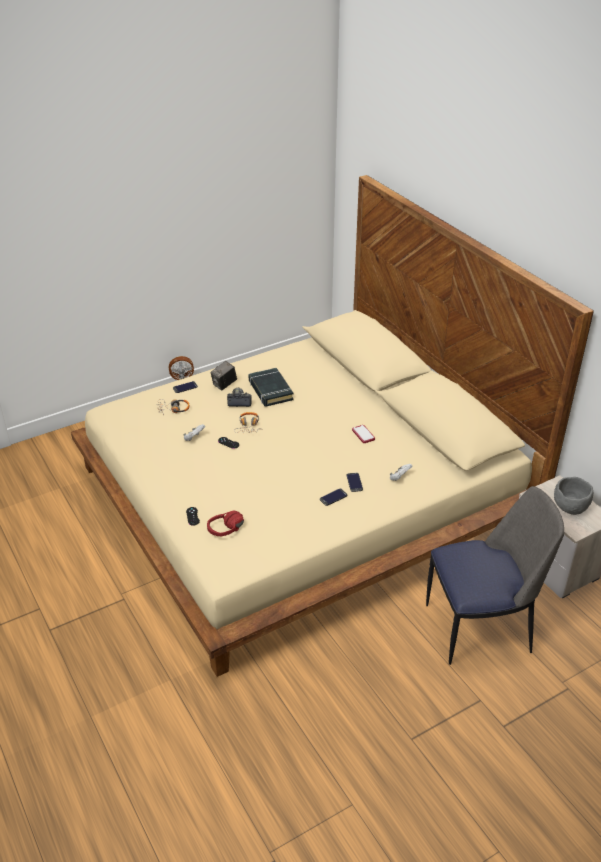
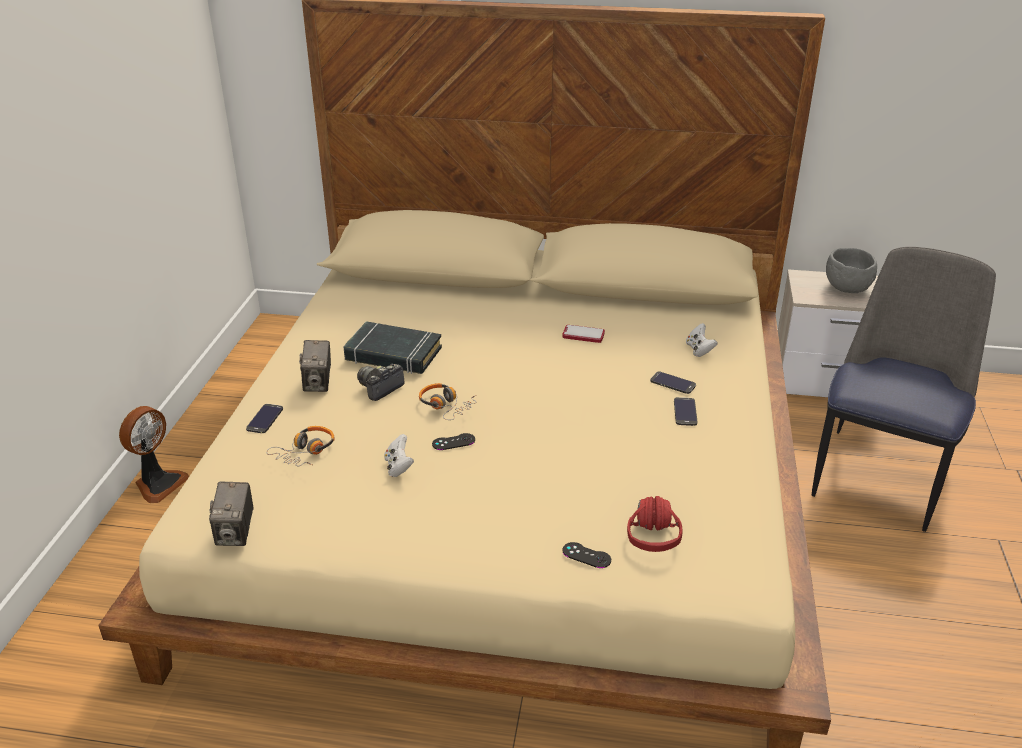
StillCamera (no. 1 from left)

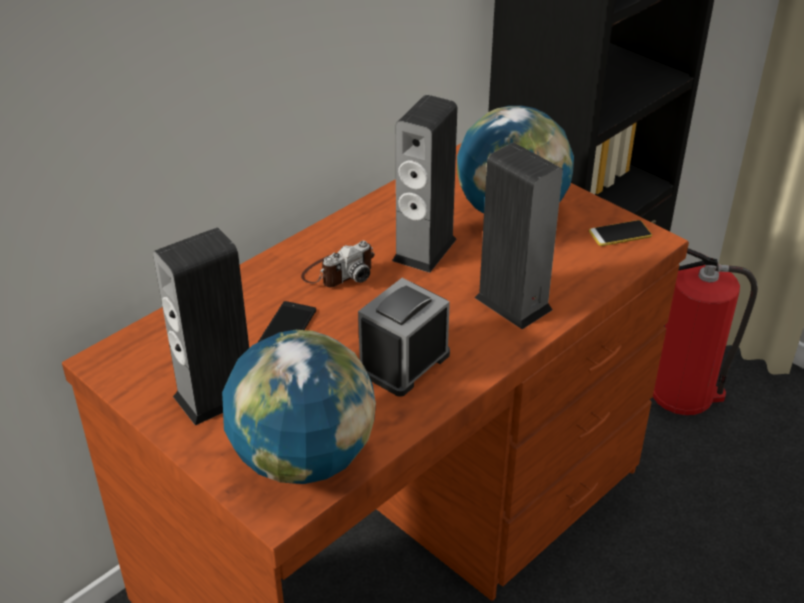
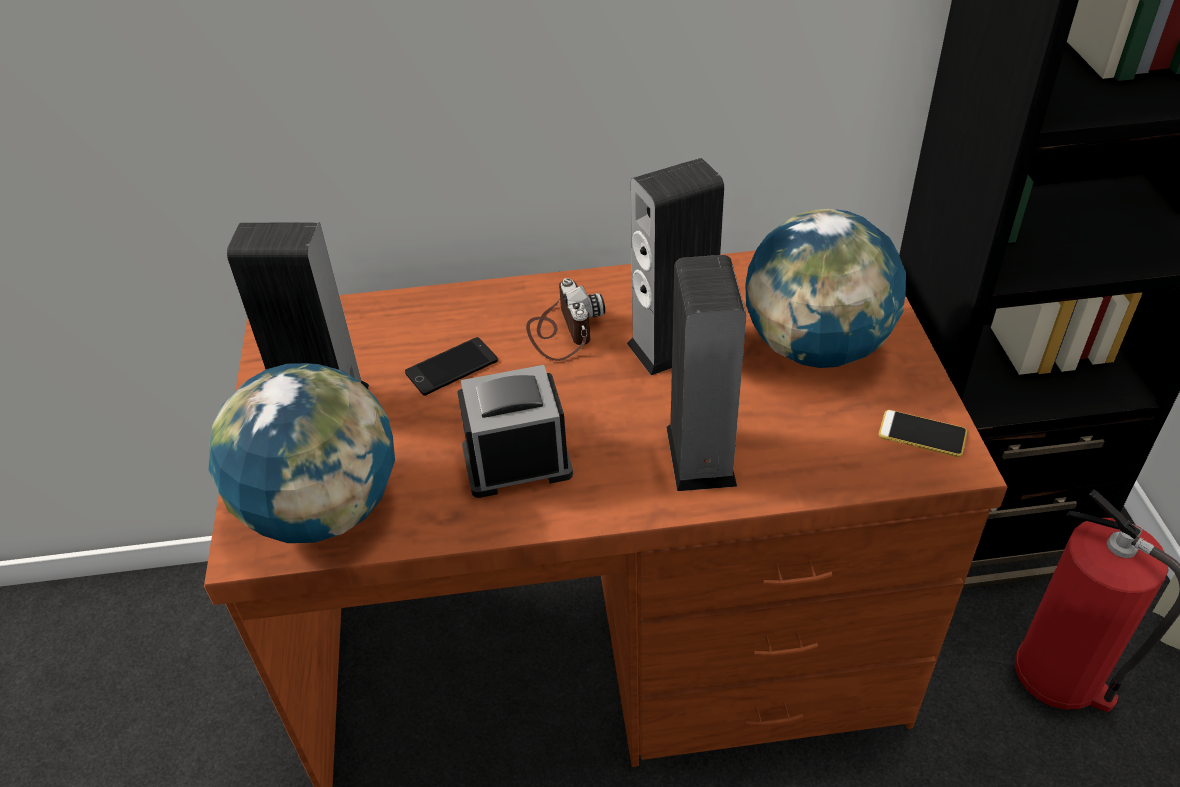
StillCamera

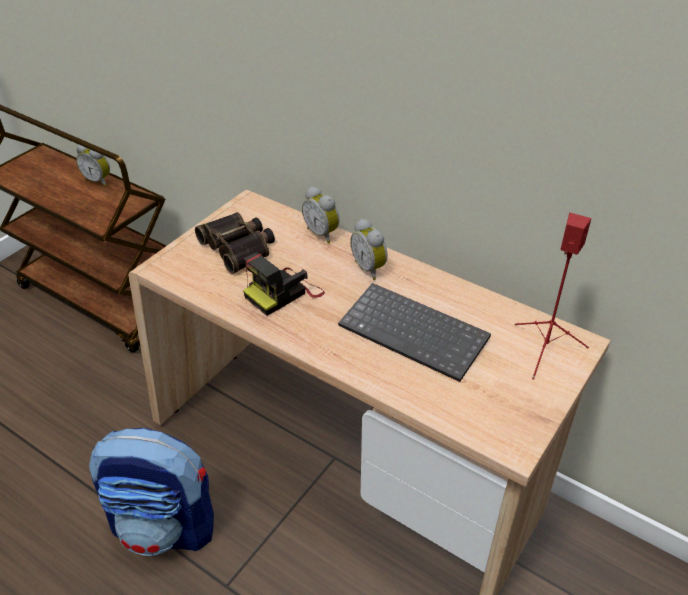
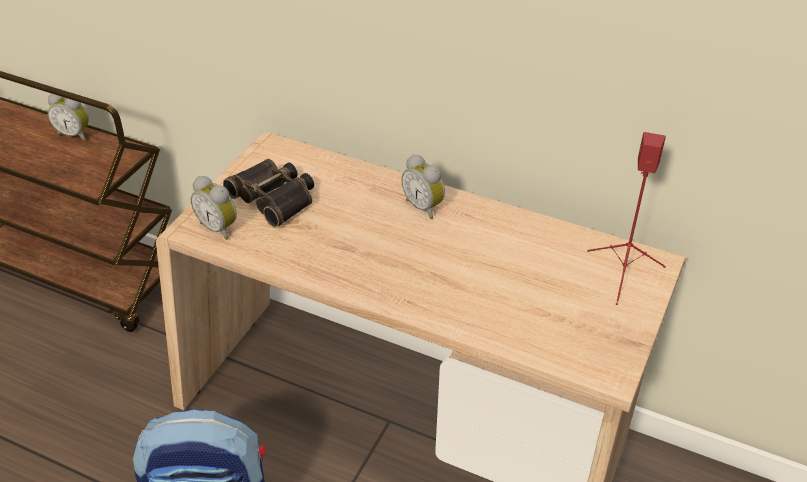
AlarmClock (no. 2 from left); StillCamera; PcKeyboard

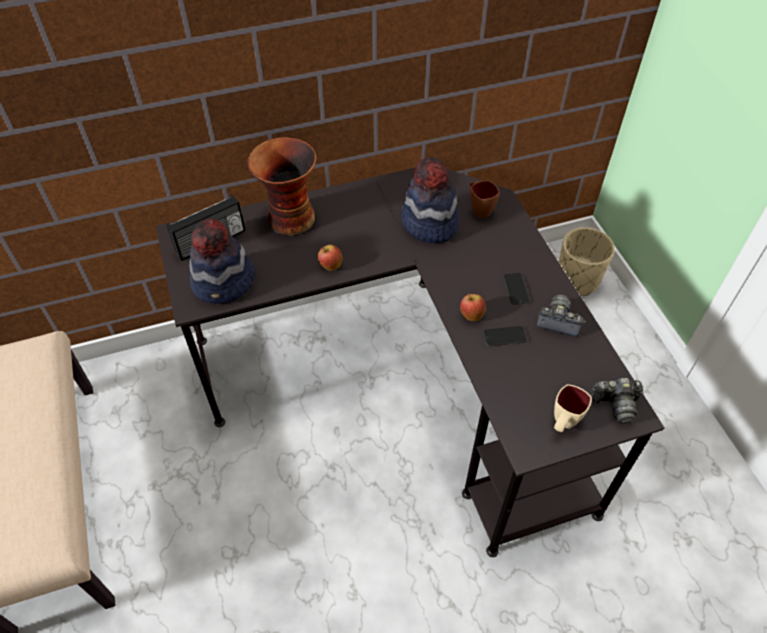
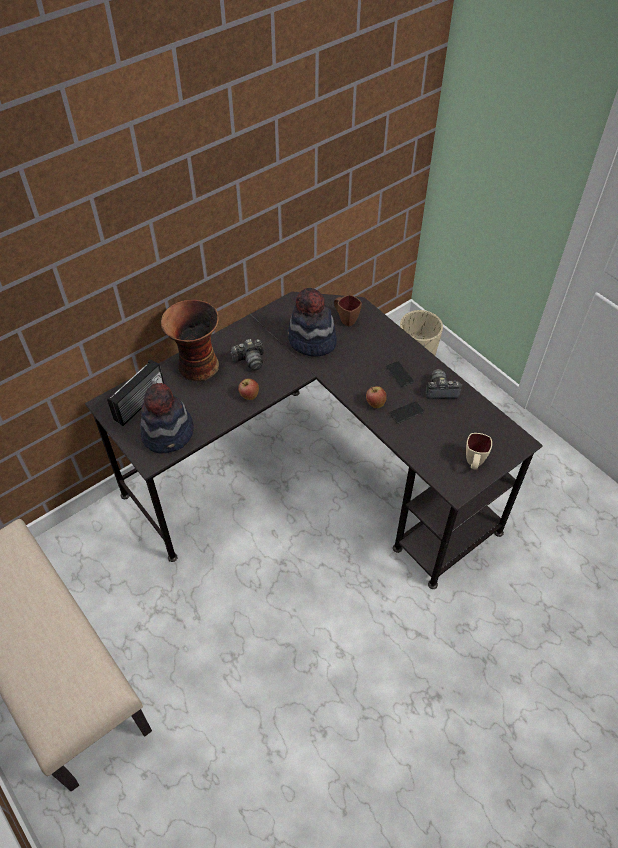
StillCamera (no. 1 from left)

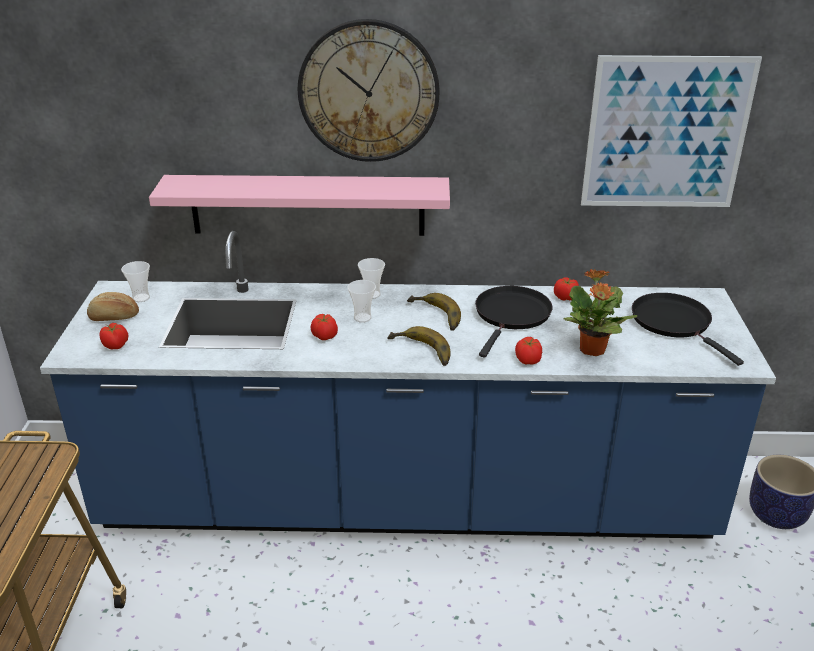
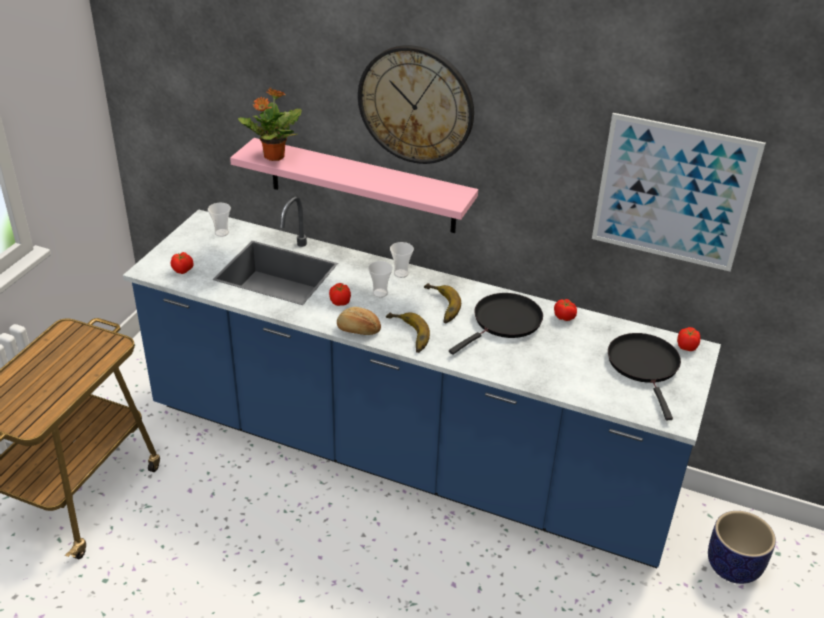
PottedPlant; BakeryBread; WholeTomato (no. 4 from left)

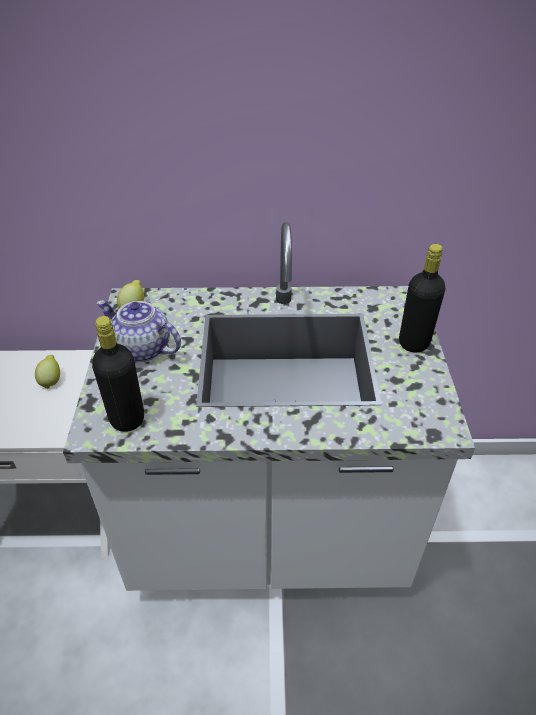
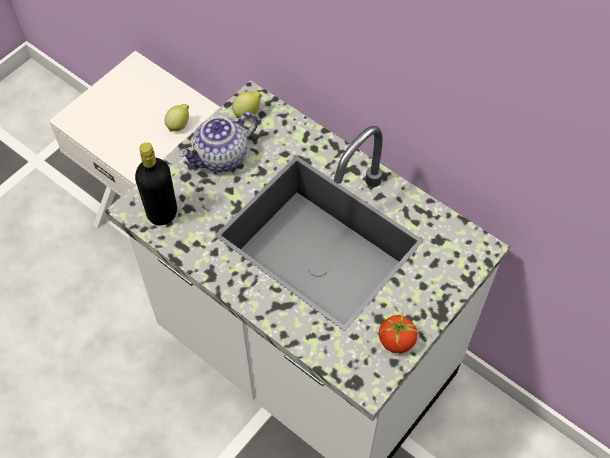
PotForTea; WholeTomato; BlackishBeverageBottle (no. 2 from left in the first image)

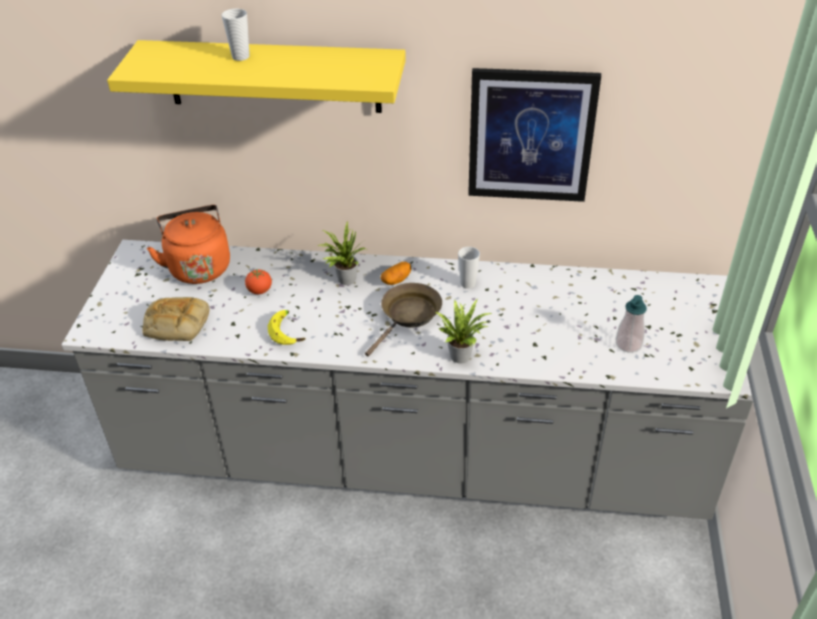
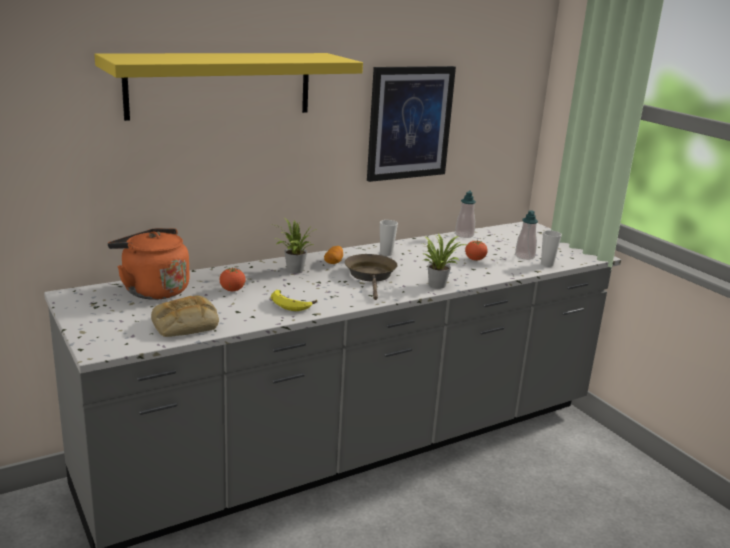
SoapDispenser (no. 1 from left); WholeTomato (no. 2 from left); SmallCup (no. 2 from left)

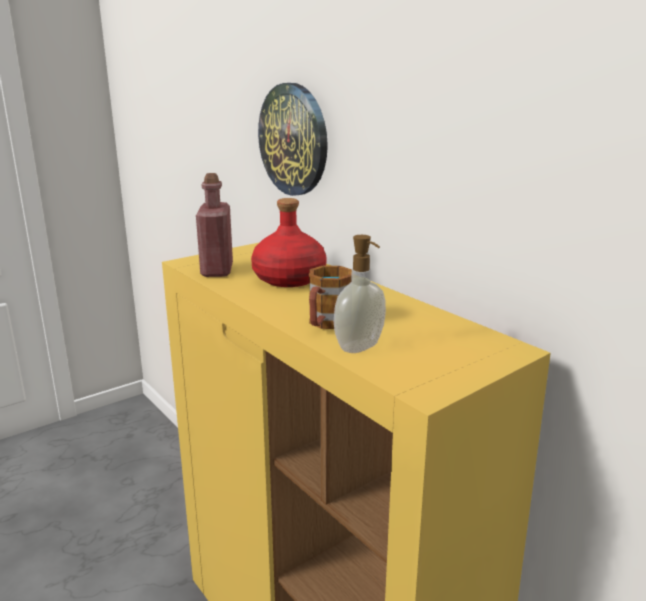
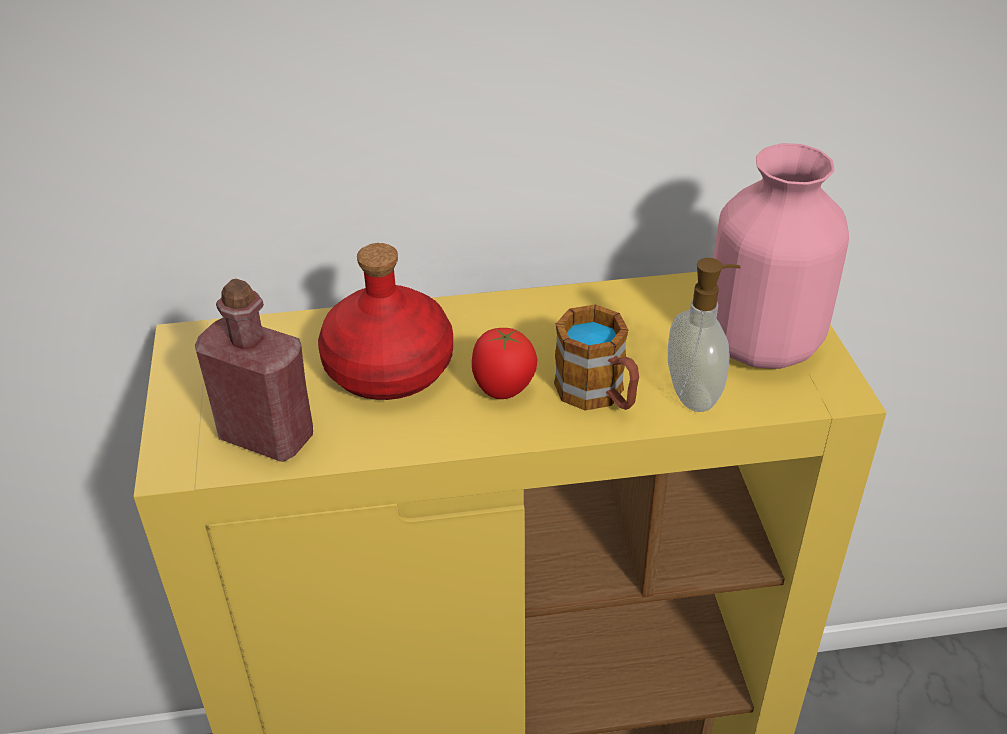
WholeTomato; PinkFlowerVase; HangingClock

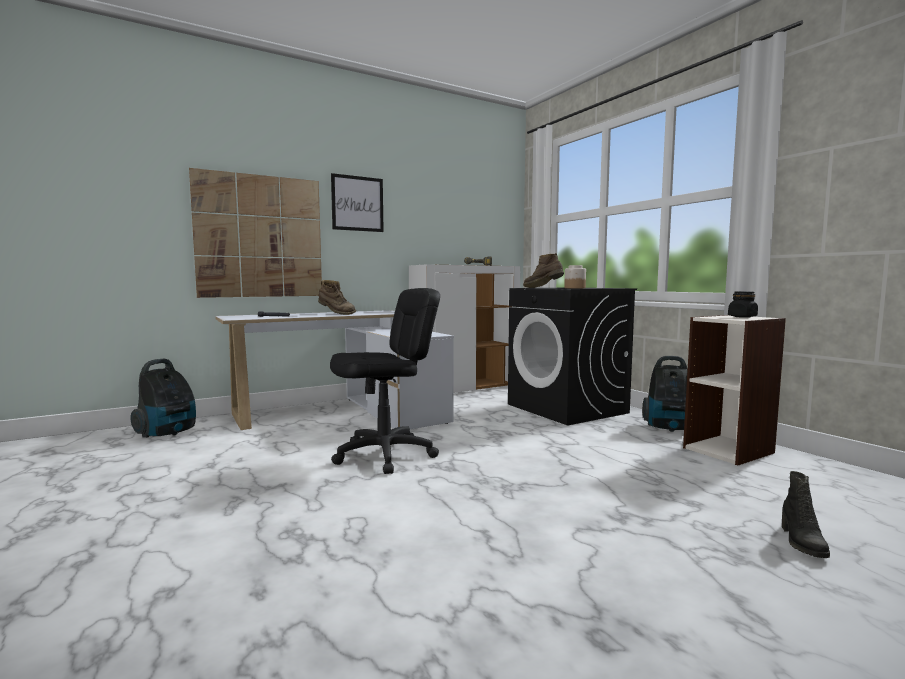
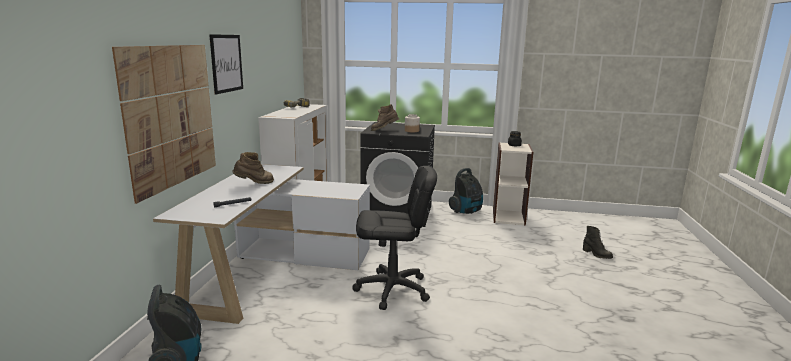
BlackishOfficeChair

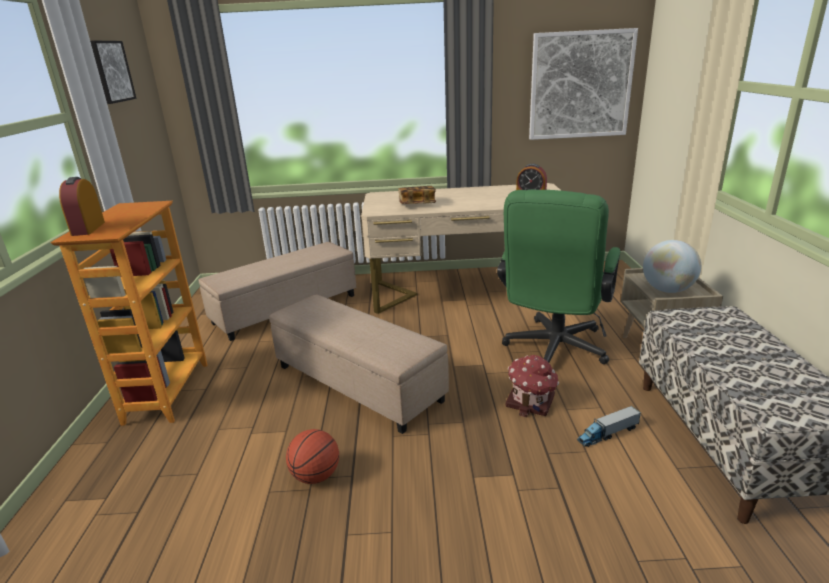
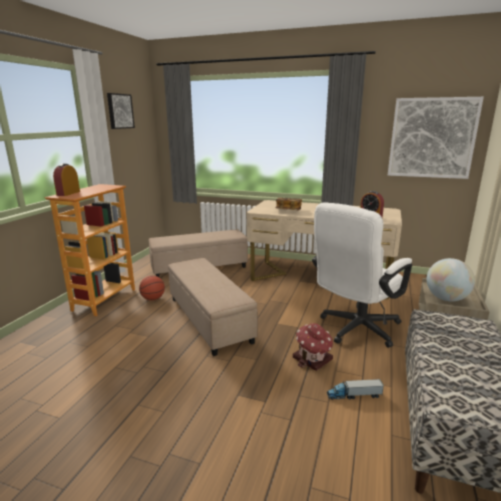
Basketball; WhitishOfficeChair

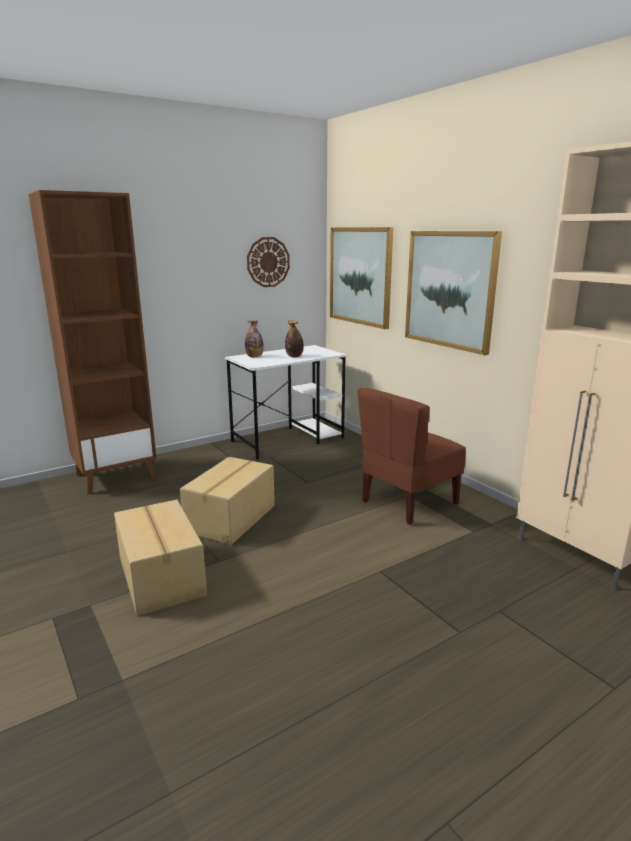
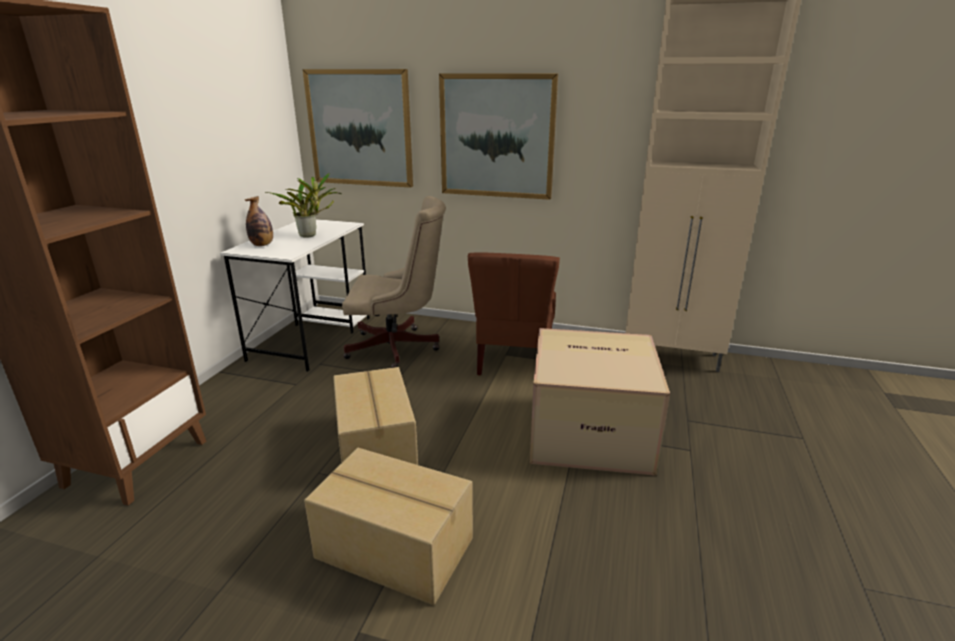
PottedPlant; SandColouredOfficeChair; Carton (no. 3 from left); HangingClock

